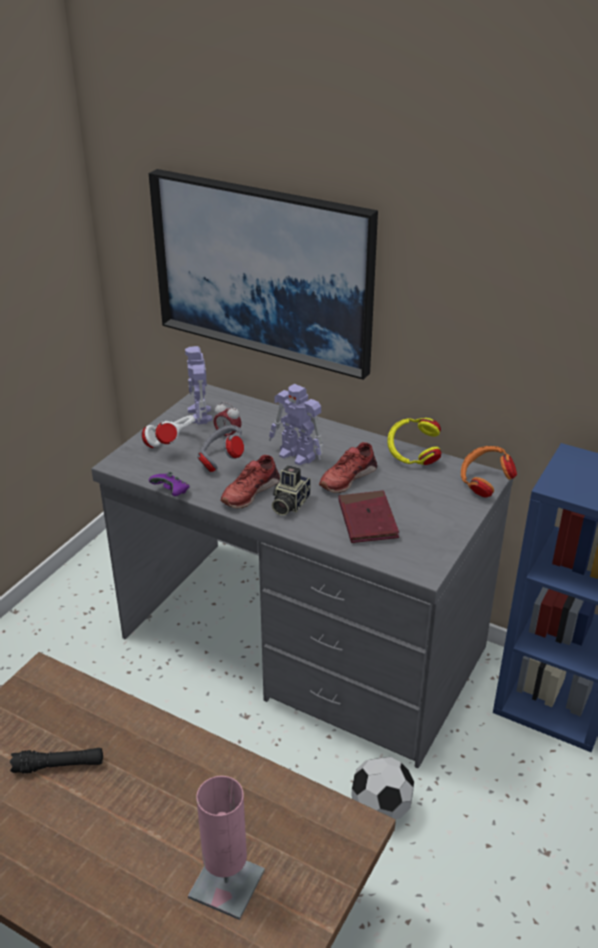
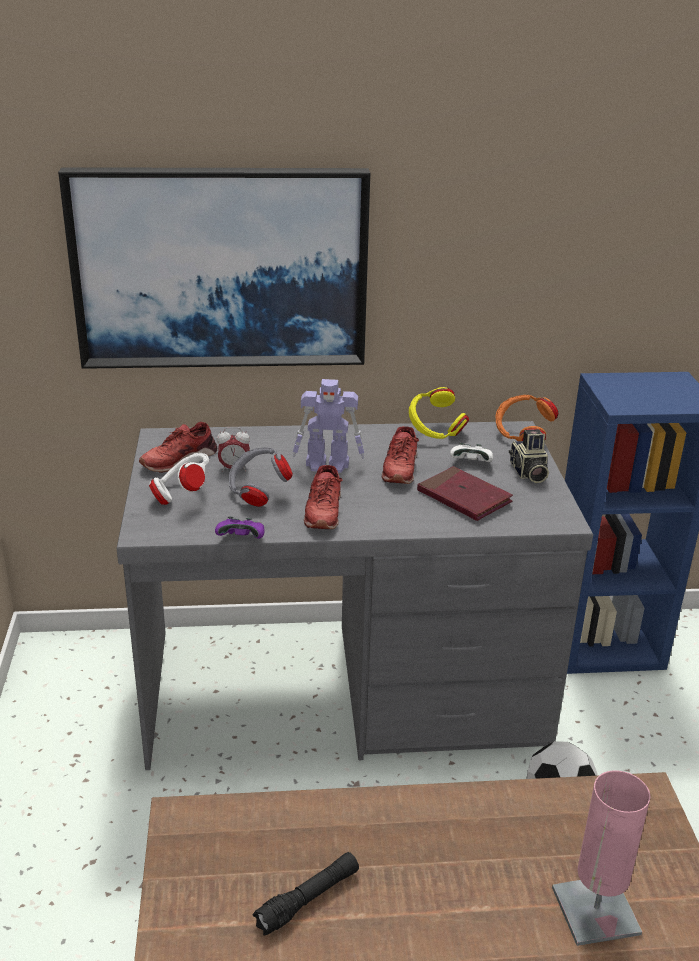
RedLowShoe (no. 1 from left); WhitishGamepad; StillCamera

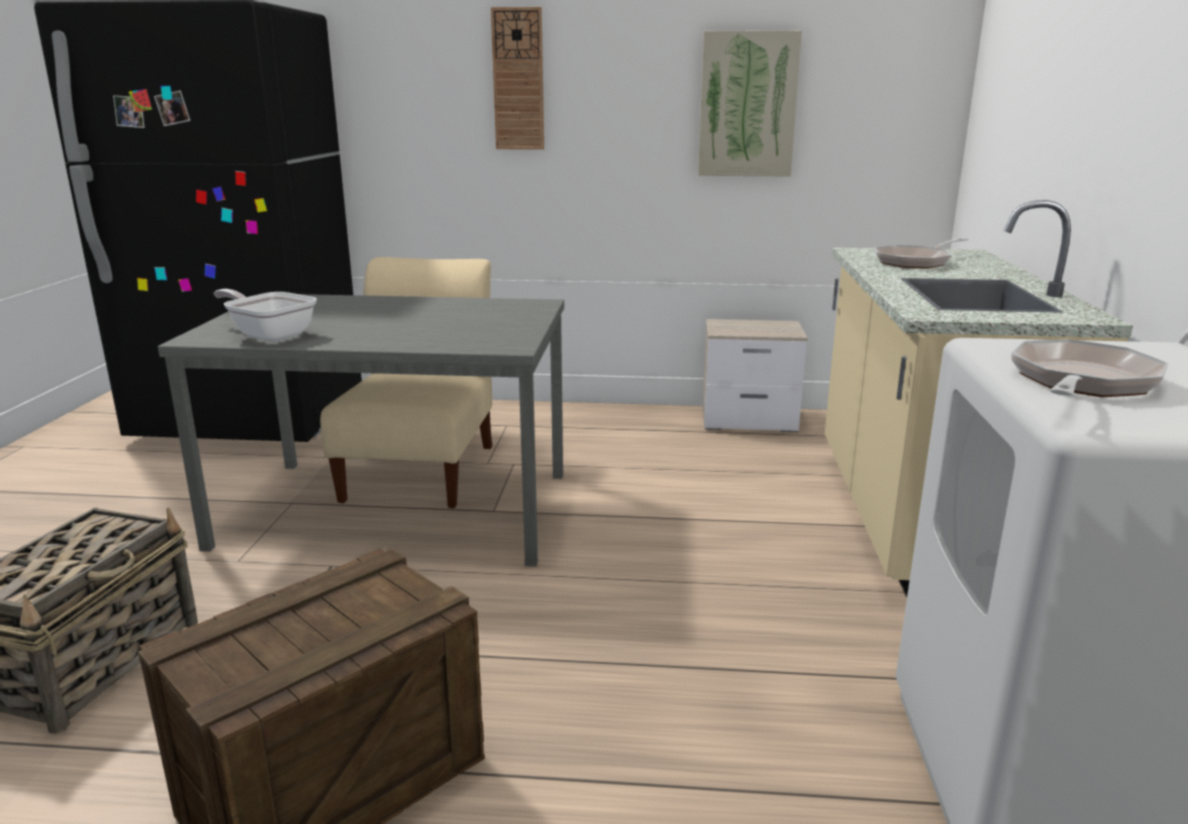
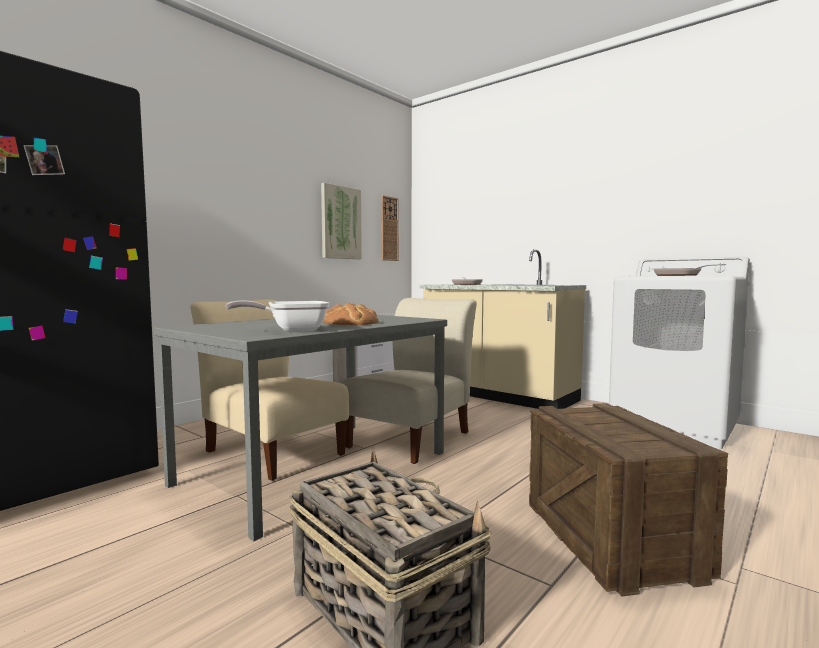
BakeryBread; SandColouredChair (no. 2 from left); HangingClock

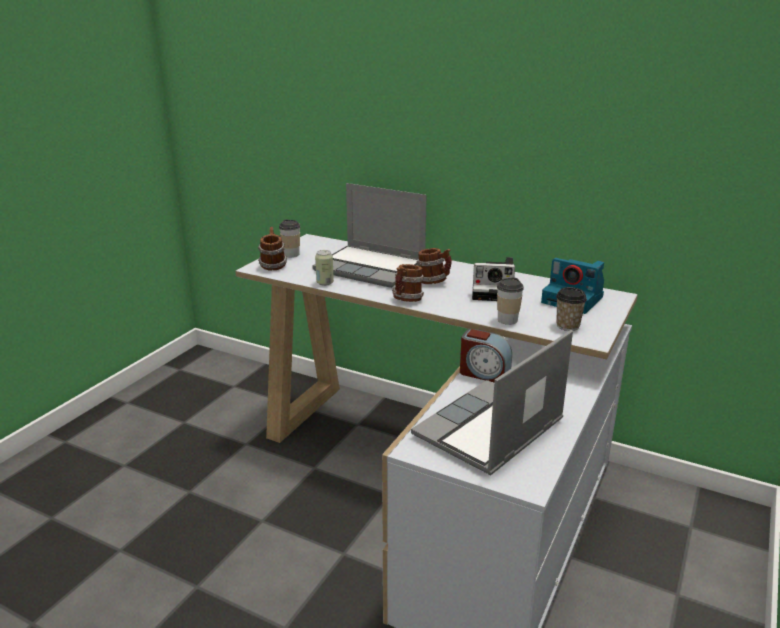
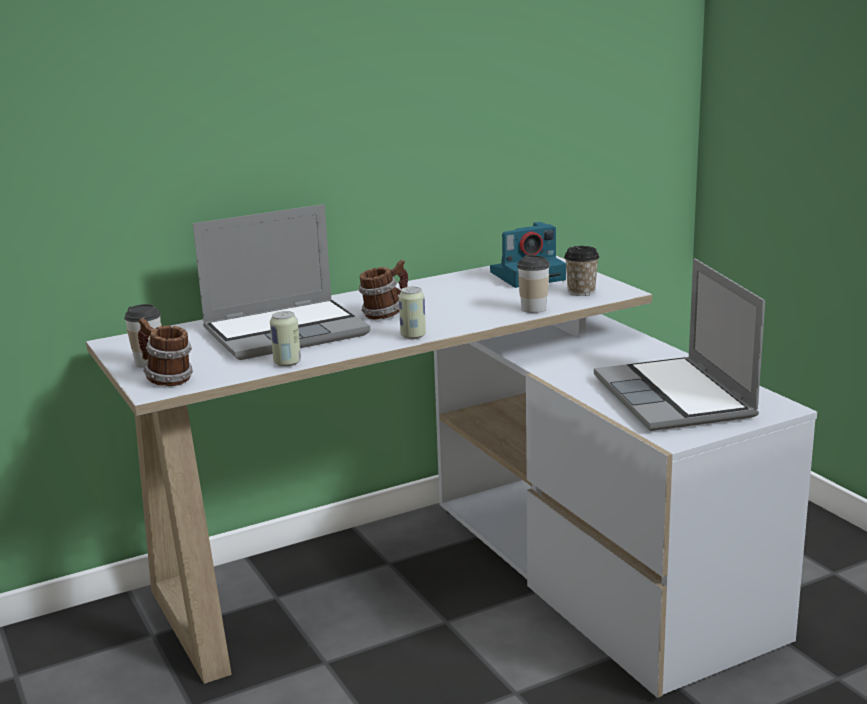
MetalCan (no. 2 from left); AlarmClock; StillCamera (no. 1 from left in the first image)

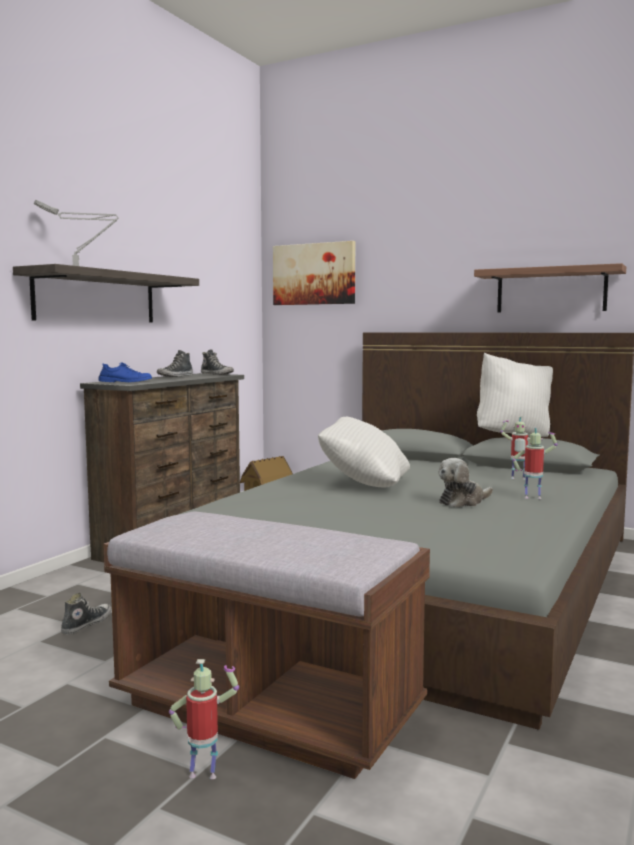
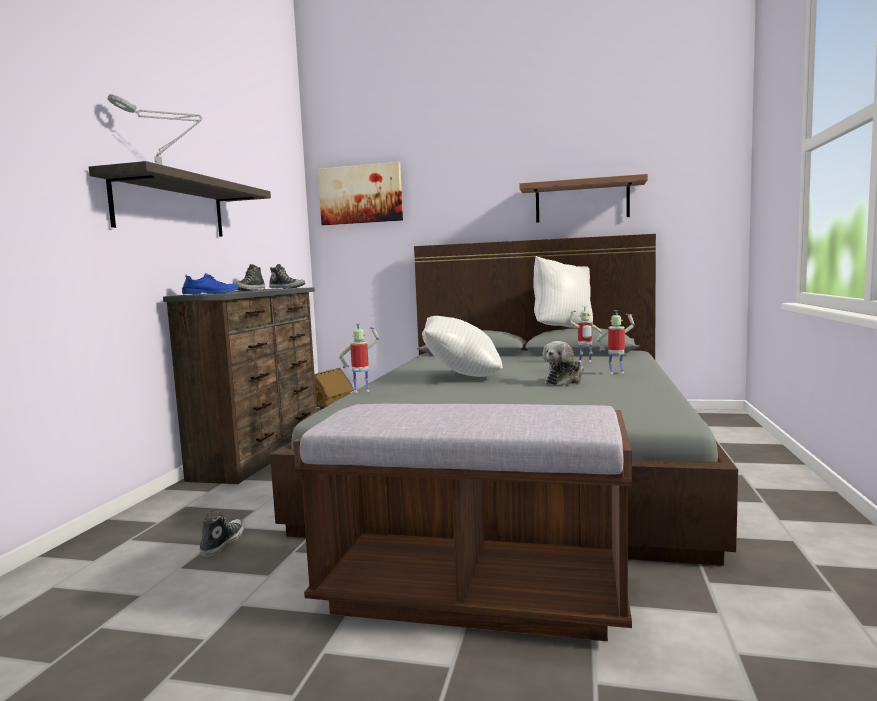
RobotFigure (no. 1 from left)

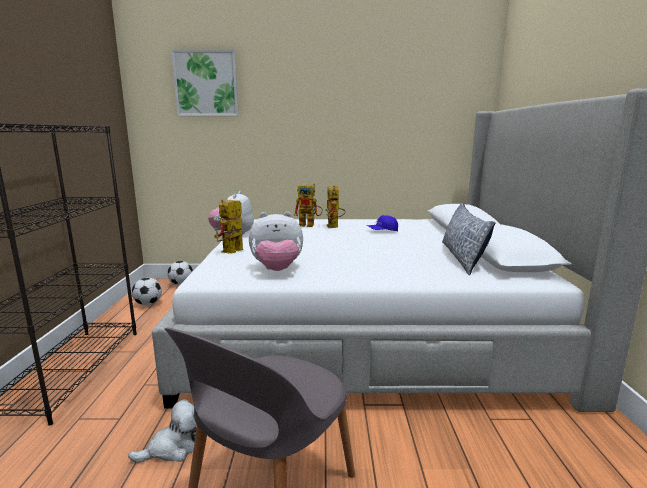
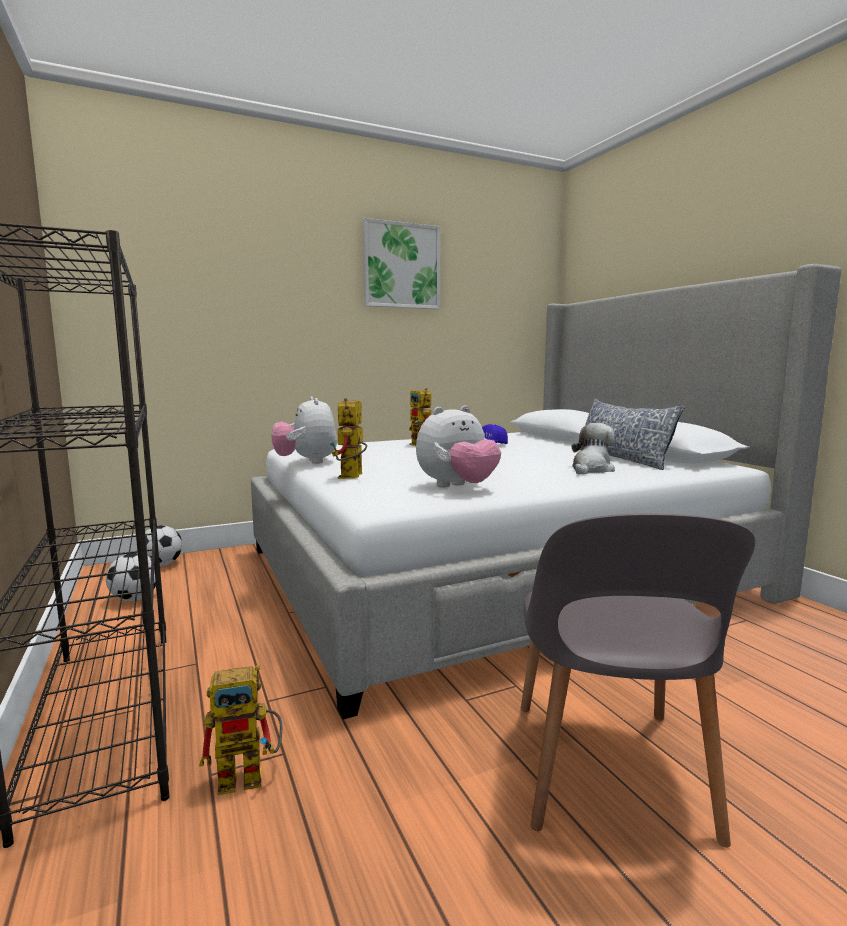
RobotFigure (no. 1 from left); WallPicture; PlushToy (no. 3 from left)

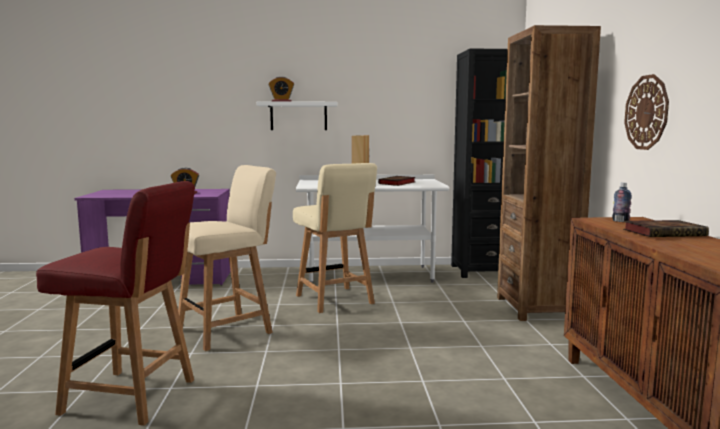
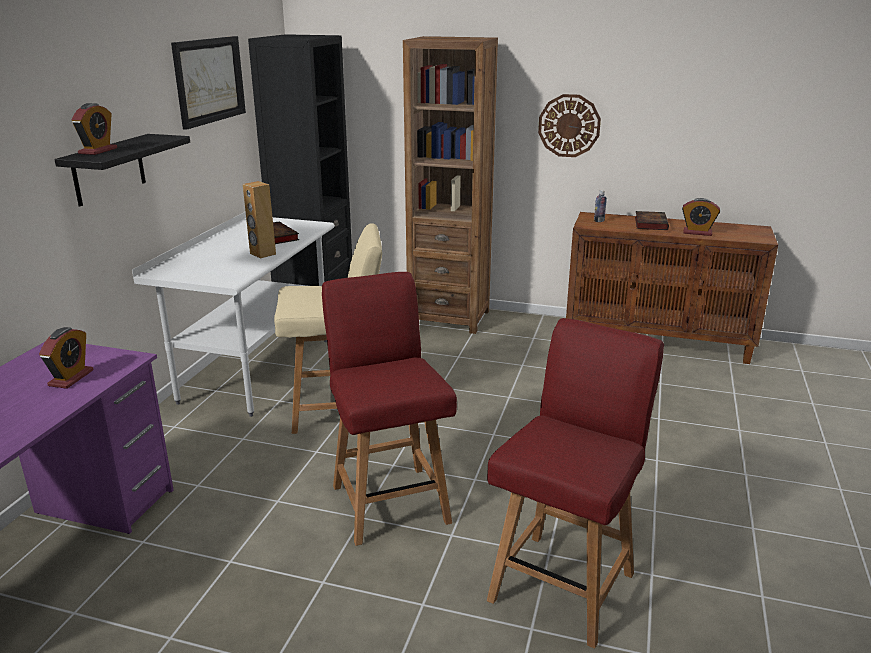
BlackishShelf; WallPicture; RedChair (no. 1 from left); AlarmClock (no. 3 from left)

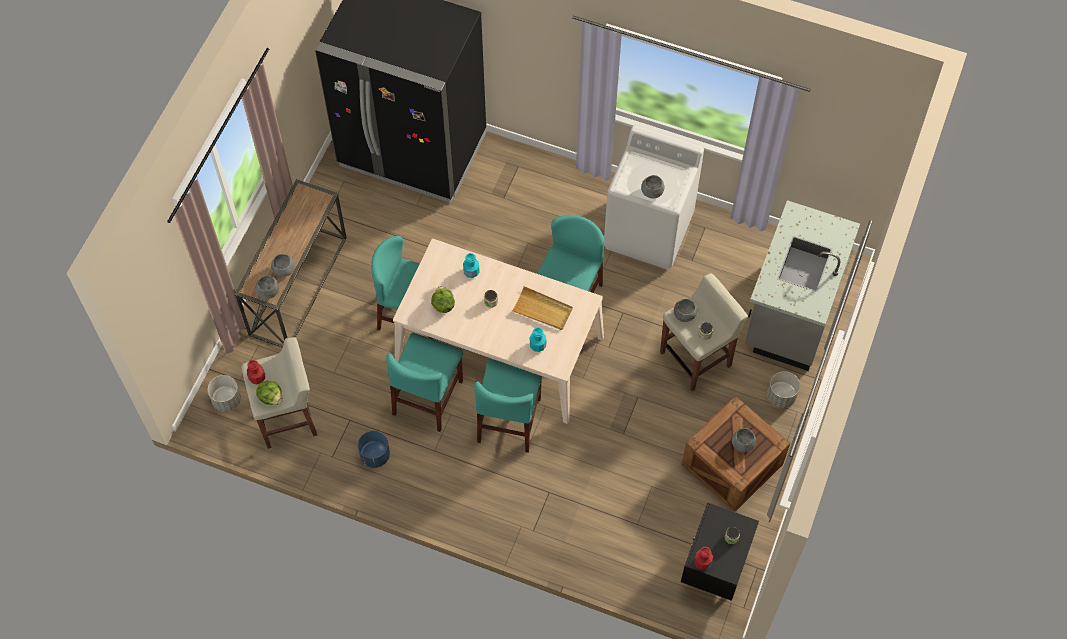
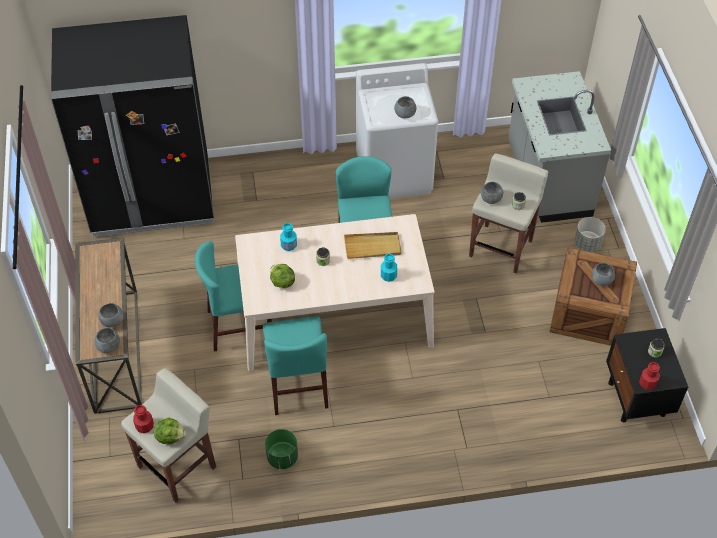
GreenishPlantPot; GrayPlantPot (no. 1 from left in the first image); BlueGreenChair (no. 3 from left in the first image)

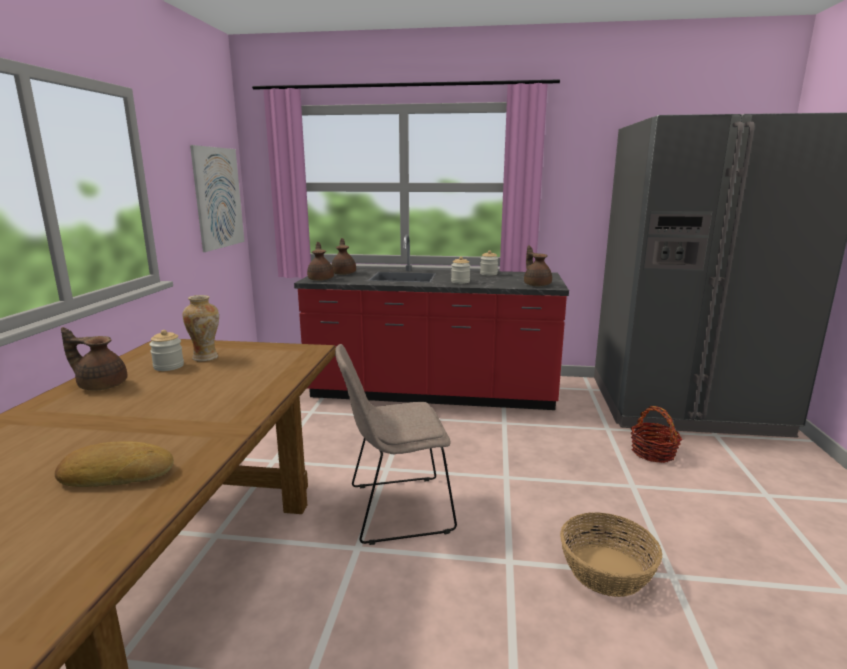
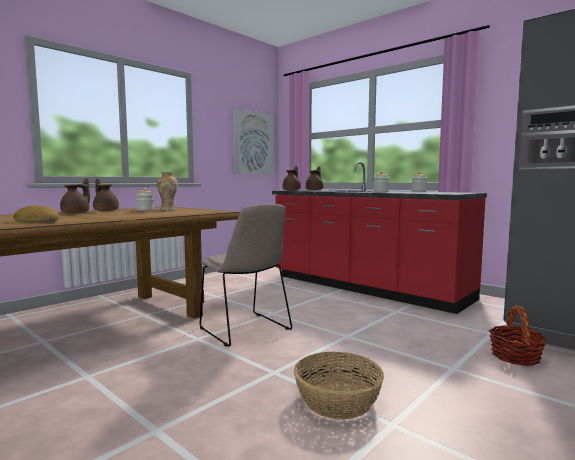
BrownishPotForTea (no. 1 from left); SandColouredChair

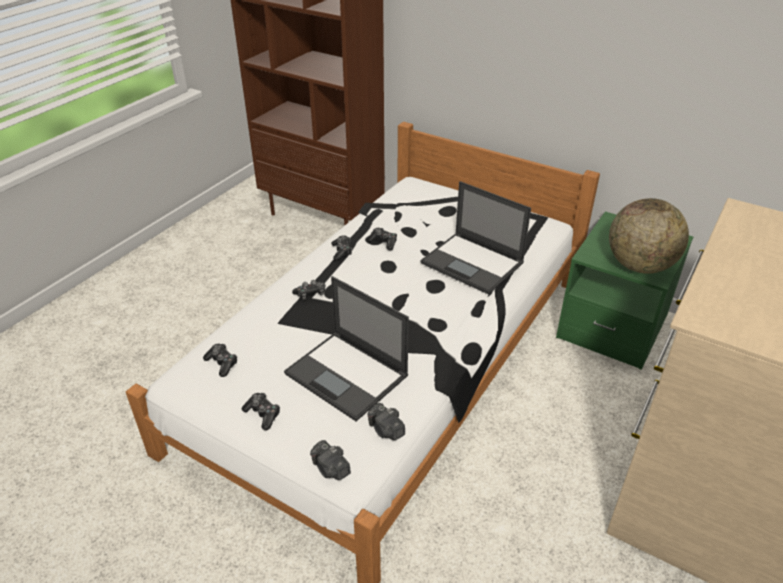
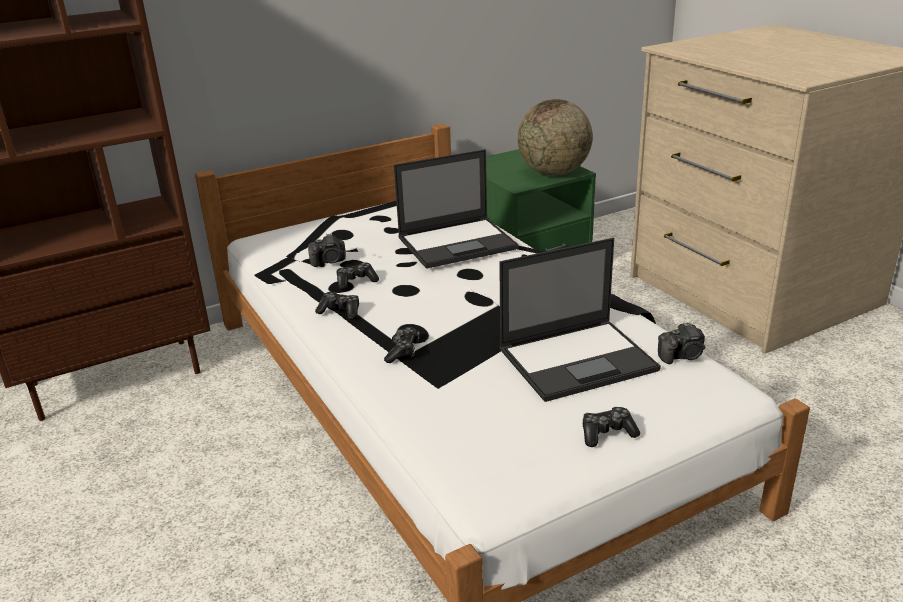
StillCamera (no. 1 from left); Gamepad (no. 1 from left in the first image)

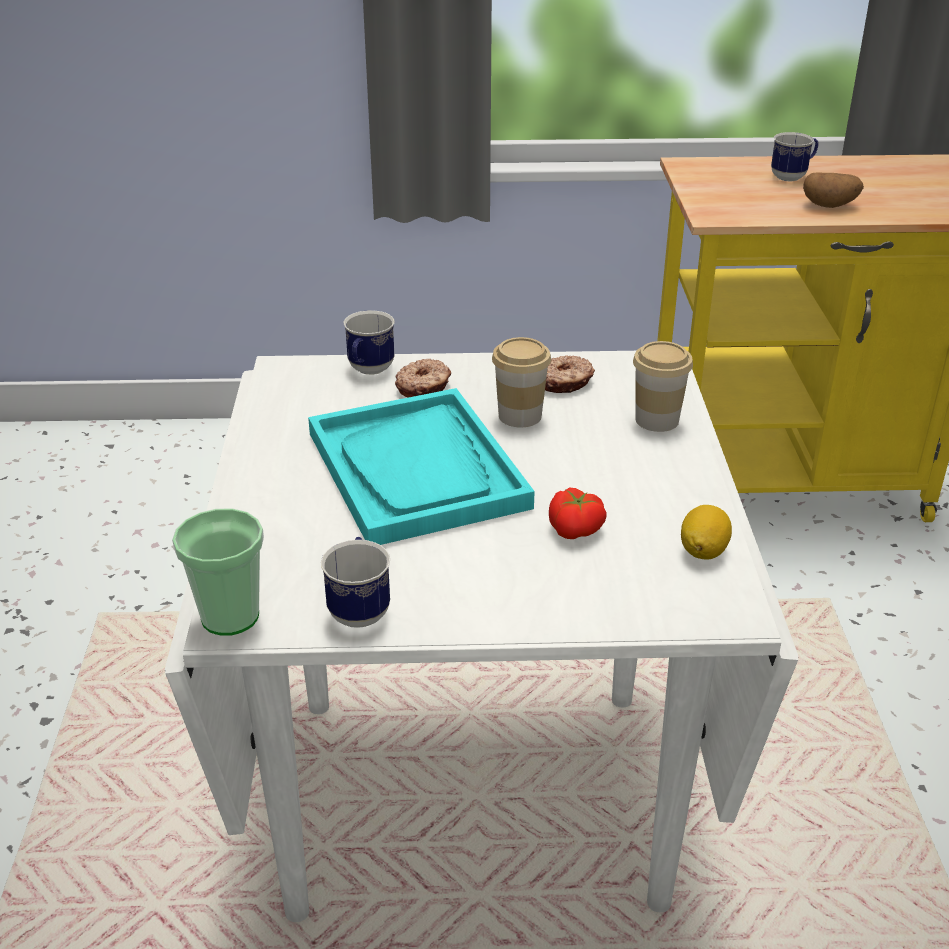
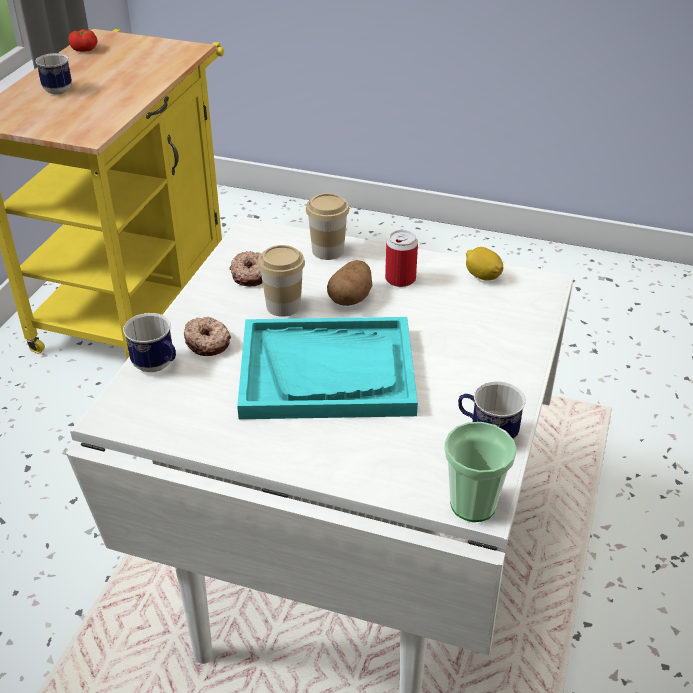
WholeTomato; Spud; MetalCan

